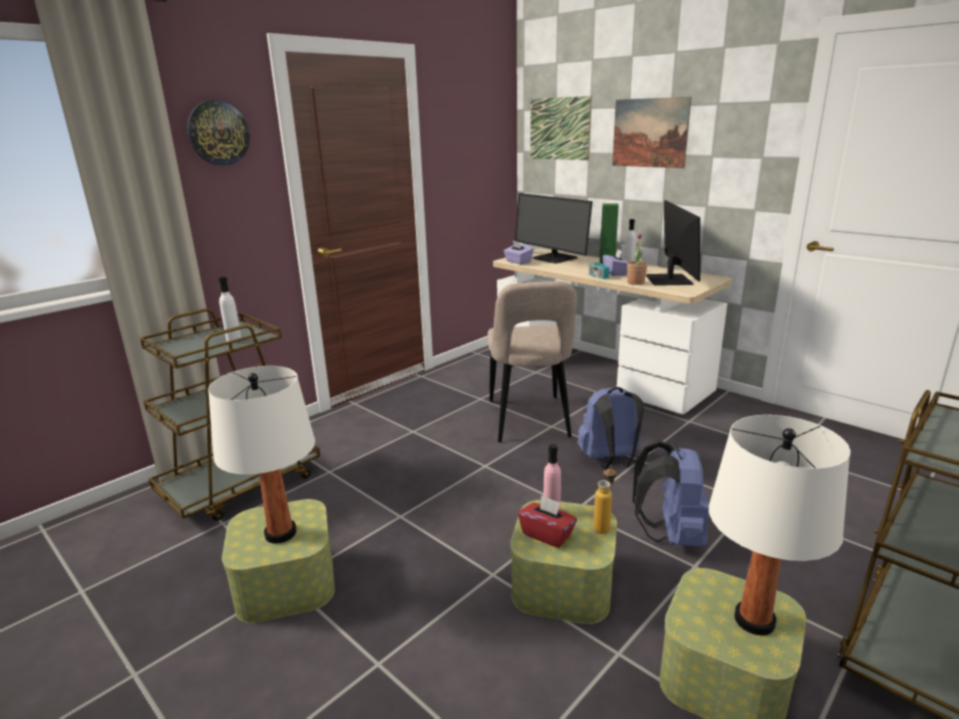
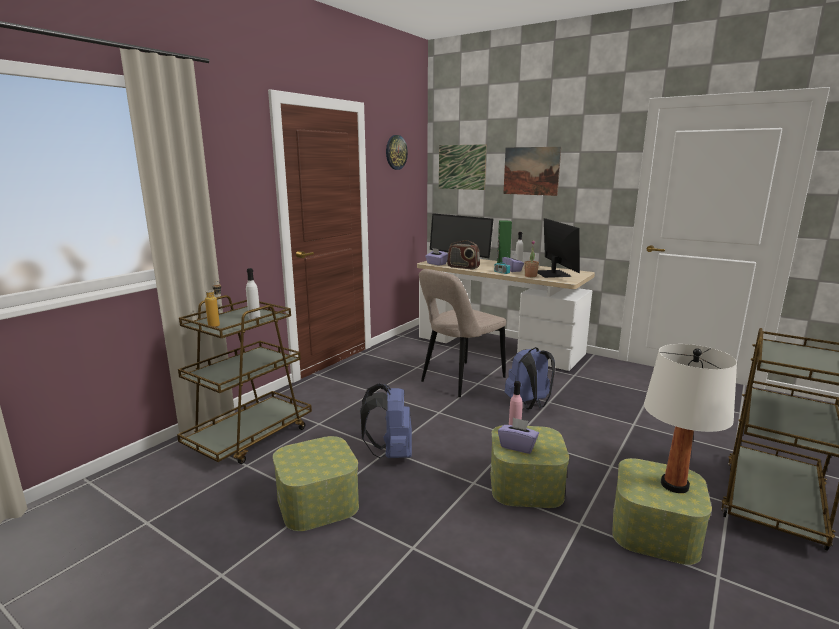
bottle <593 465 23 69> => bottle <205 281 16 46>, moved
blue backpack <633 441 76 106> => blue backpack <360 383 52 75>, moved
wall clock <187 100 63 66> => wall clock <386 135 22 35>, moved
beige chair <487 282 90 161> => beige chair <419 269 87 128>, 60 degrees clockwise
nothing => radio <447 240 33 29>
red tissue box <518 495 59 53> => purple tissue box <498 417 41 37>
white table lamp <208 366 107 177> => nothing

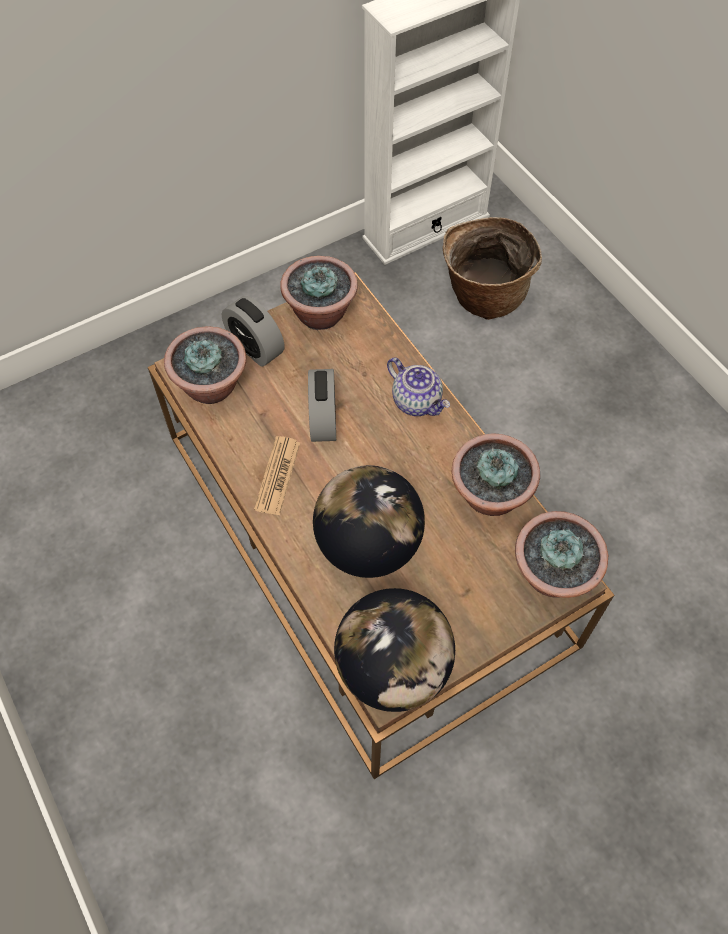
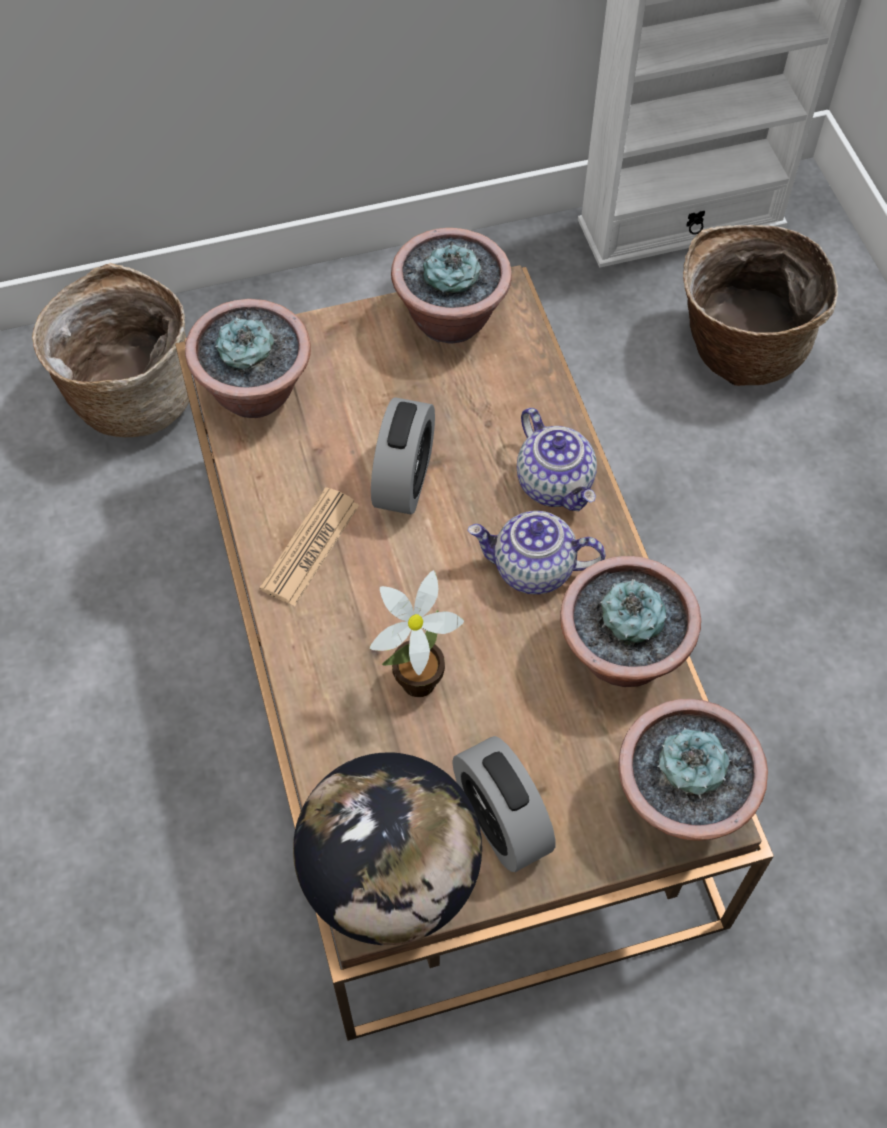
nothing => basket <32 263 157 174>
globe <313 465 112 113> => potted plant <369 570 95 127>
alarm clock <222 296 63 71> => alarm clock <452 736 103 136>, moved
nothing => teapot <467 511 138 83>

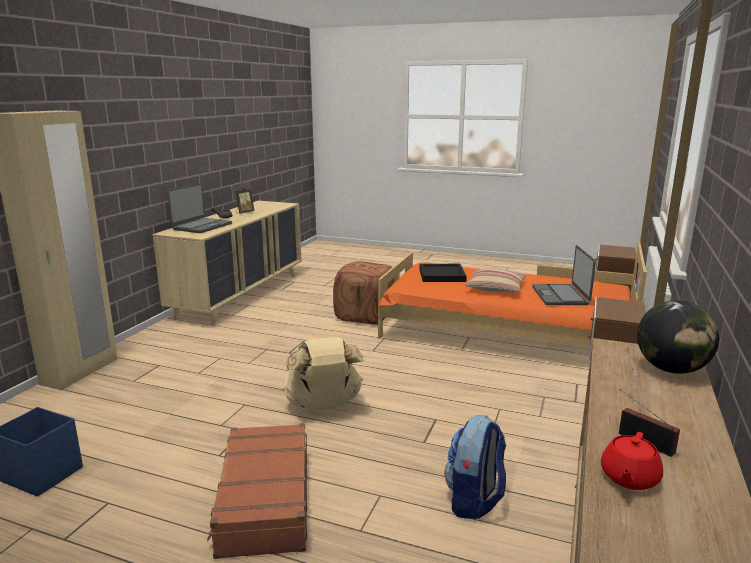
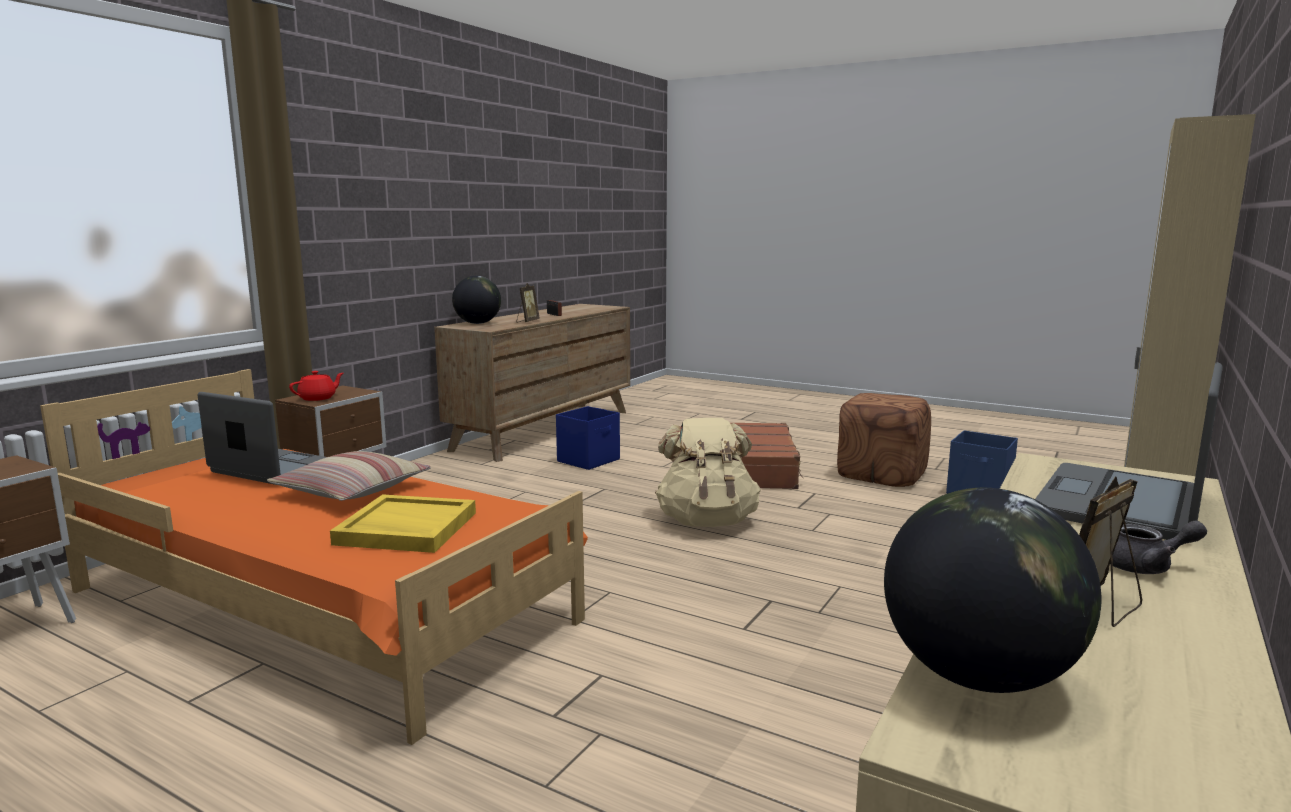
laptop <532 245 64 60> => laptop <198 392 128 93>, 75 degrees counterclockwise
red teapot <601 432 62 58> => red teapot <289 371 54 30>, moved
black tray <419 264 48 18> => yellow tray <330 494 146 59>
nothing => picture frame <516 283 24 40>
backpack <444 415 62 104> => blue storage box <556 406 64 64>
brown ottoman <333 261 61 63> => brown ottoman <837 393 94 94>, moved
nothing => globe <884 488 218 205>

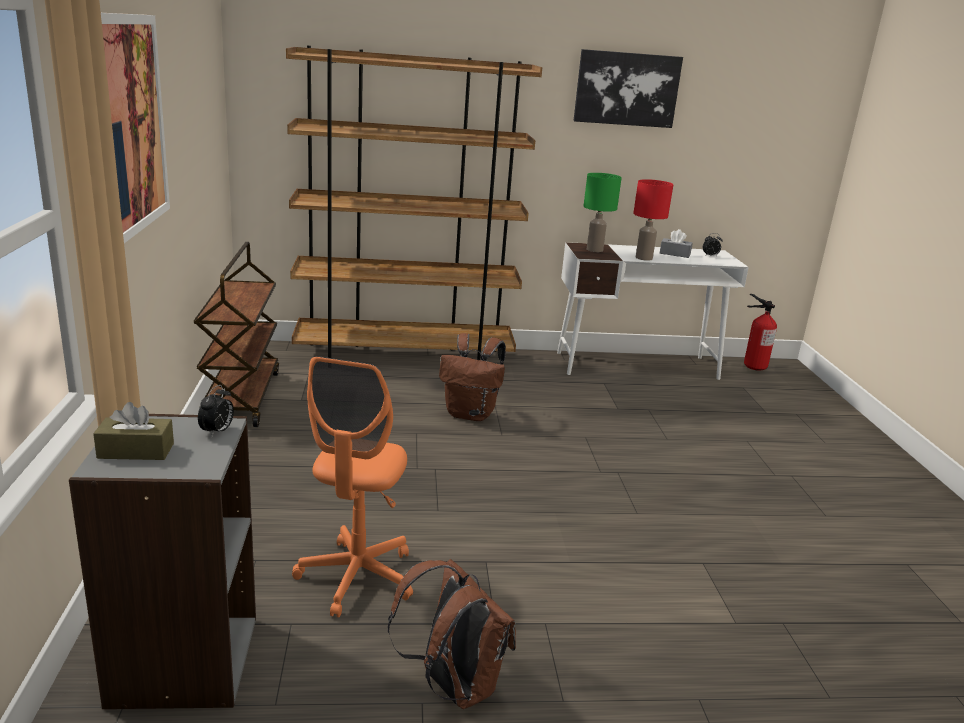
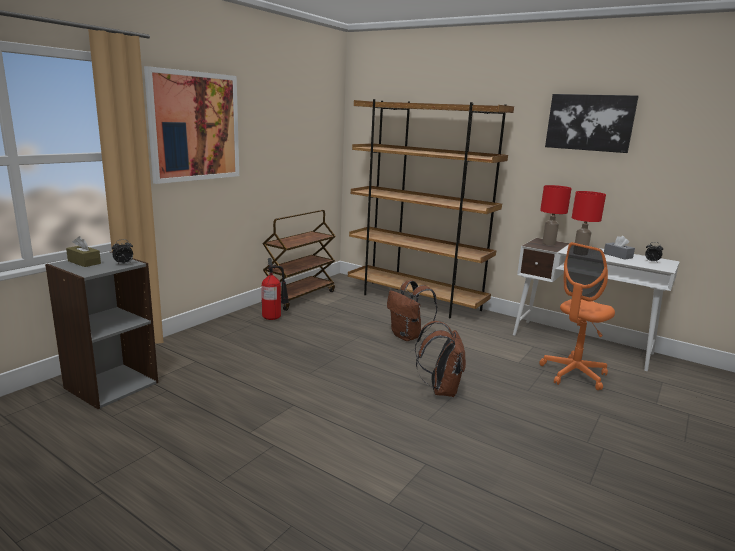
fire extinguisher <744 294 33 77> => fire extinguisher <262 258 27 62>, moved
brown backpack <388 559 128 150> => brown backpack <415 321 51 76>, moved
green table lamp <584 173 38 79> => red table lamp <540 185 32 61>
orange office chair <292 356 121 261> => orange office chair <540 242 75 148>, moved

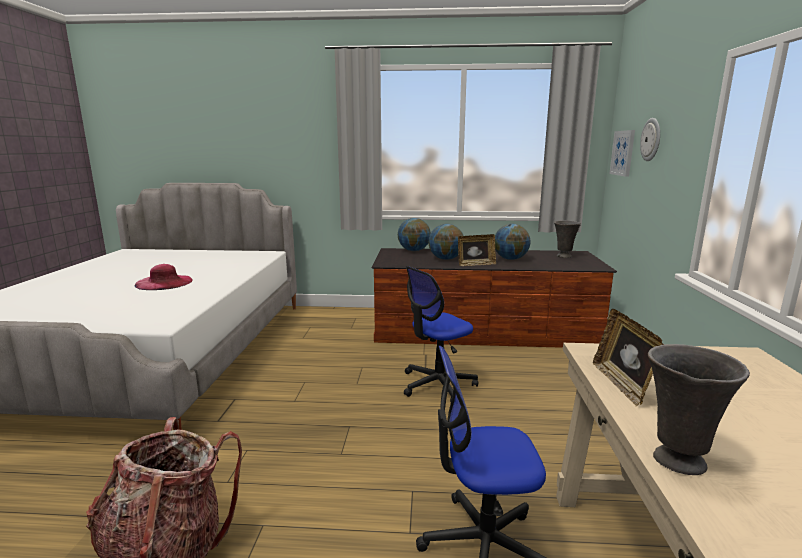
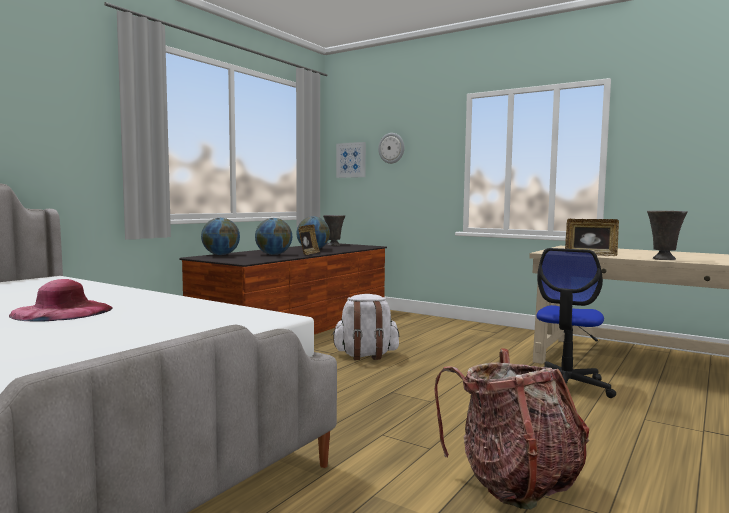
office chair <404 266 74 136> => white backpack <332 294 67 66>

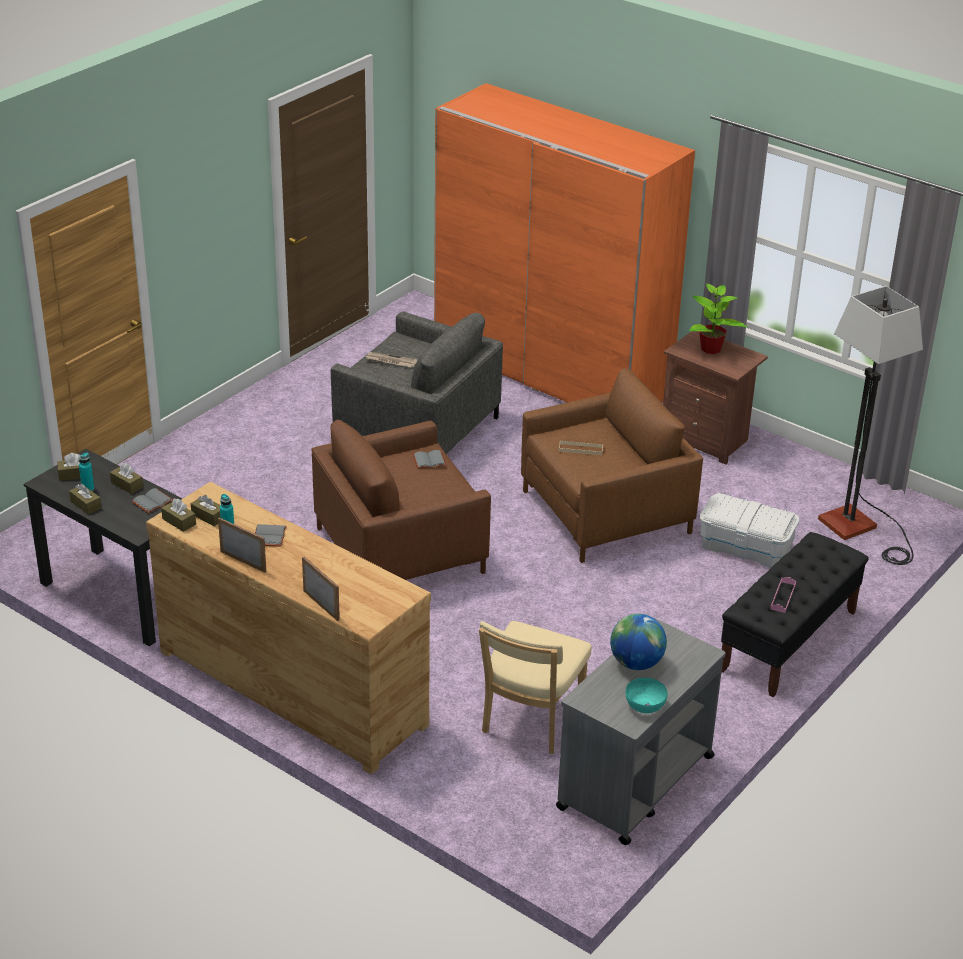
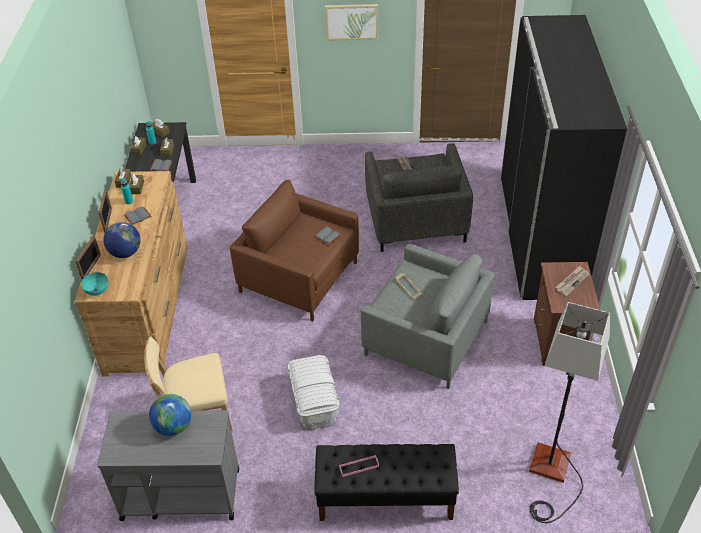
turquoise bowl <626 678 42 35> => turquoise bowl <81 272 28 24>, moved
nothing => globe <103 222 38 36>
white storage box <700 493 100 75> => white storage box <287 355 52 75>, moved
nothing => picture <325 4 53 37>
brown armchair <521 368 182 195> => grey armchair <361 243 134 146>
orange wardrobe <434 83 261 320> => black wardrobe <501 15 126 285>
potted plant <689 283 59 71> => newspaper <556 266 33 30>

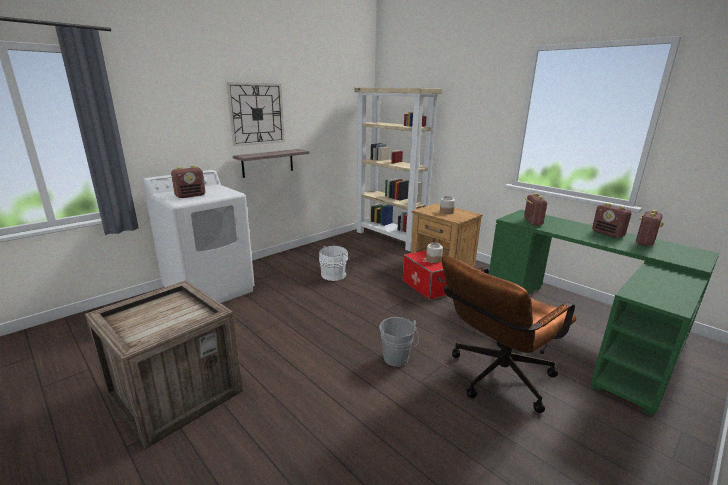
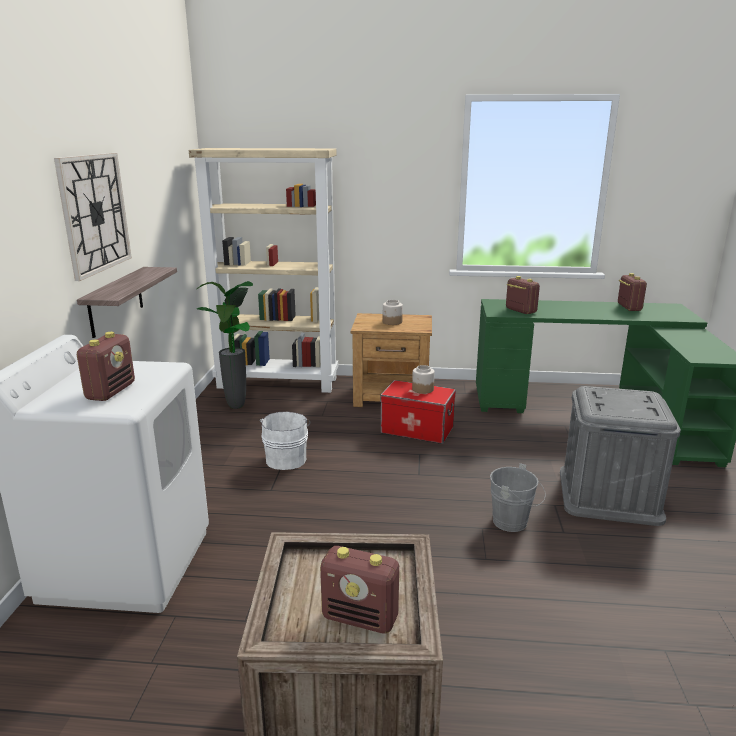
nothing => potted plant <197 281 56 128>
radio <592 203 40 35> => radio <320 546 79 88>, moved
brown office chair <441 256 136 157> => grey storage box <560 386 121 140>

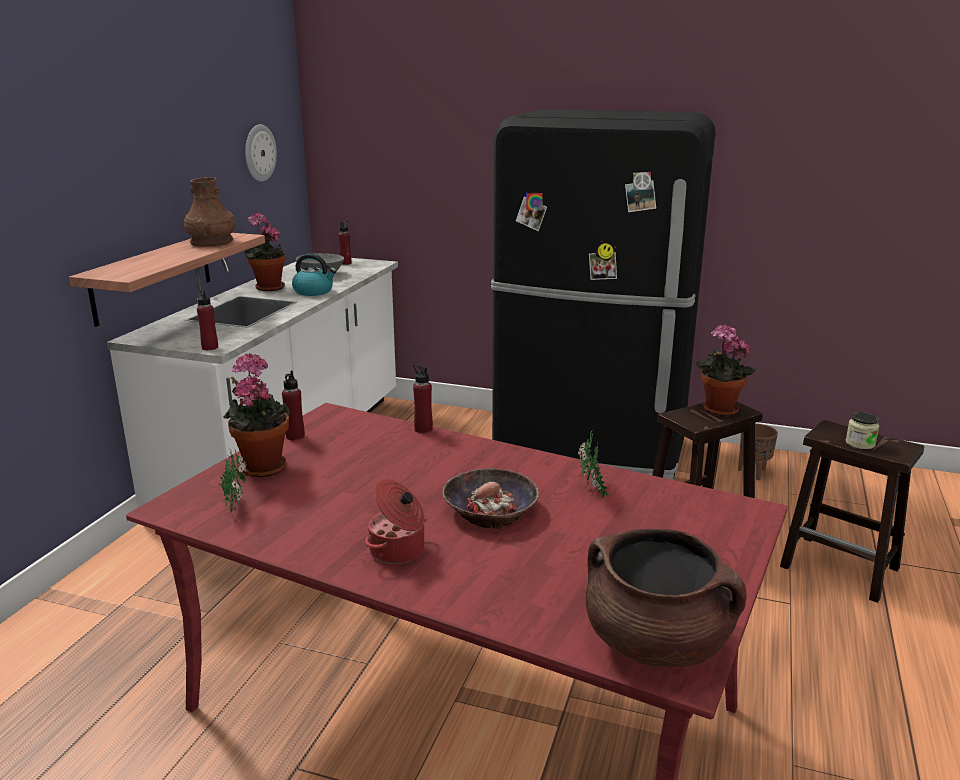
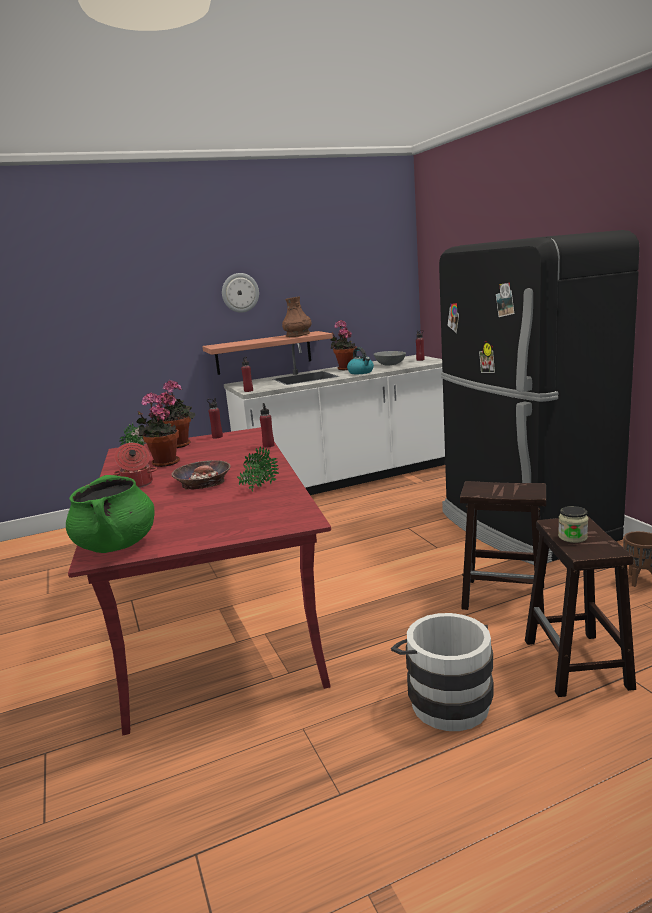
brown cooking pot <585 529 161 138> => green cooking pot <66 475 89 78>
potted plant <696 324 60 92> => potted plant <137 393 43 74>, moved
wall clock <245 124 32 58> => wall clock <222 273 37 40>, moved
nothing => white bucket <391 613 102 118>

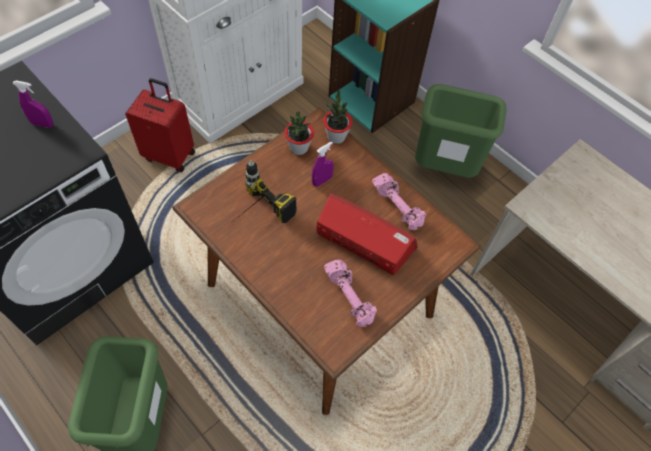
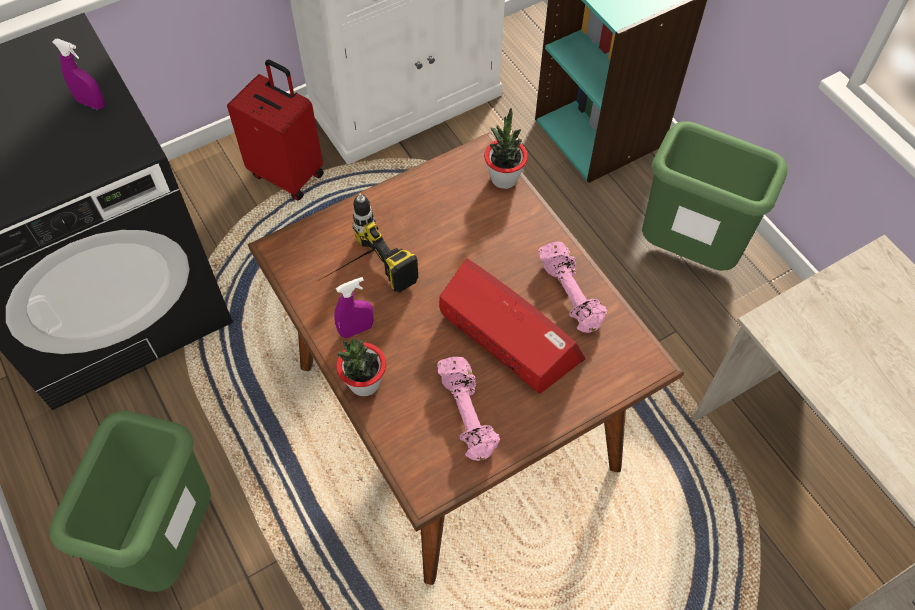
purple spray bottle <312 141 22 46> => purple spray bottle <334 277 40 61>, moved
potted plant <284 111 30 44> => potted plant <336 339 50 57>, moved

